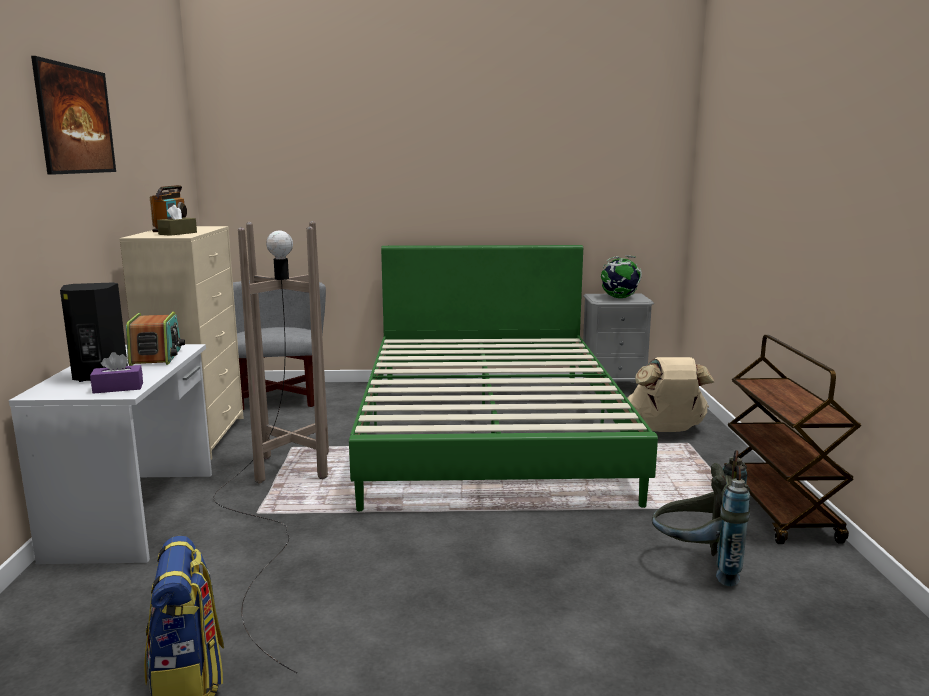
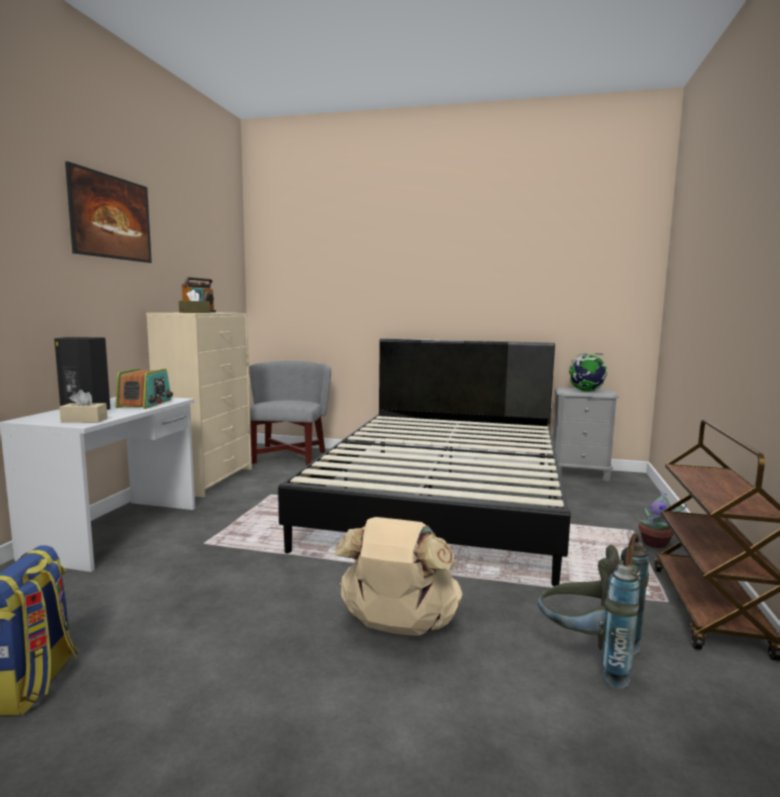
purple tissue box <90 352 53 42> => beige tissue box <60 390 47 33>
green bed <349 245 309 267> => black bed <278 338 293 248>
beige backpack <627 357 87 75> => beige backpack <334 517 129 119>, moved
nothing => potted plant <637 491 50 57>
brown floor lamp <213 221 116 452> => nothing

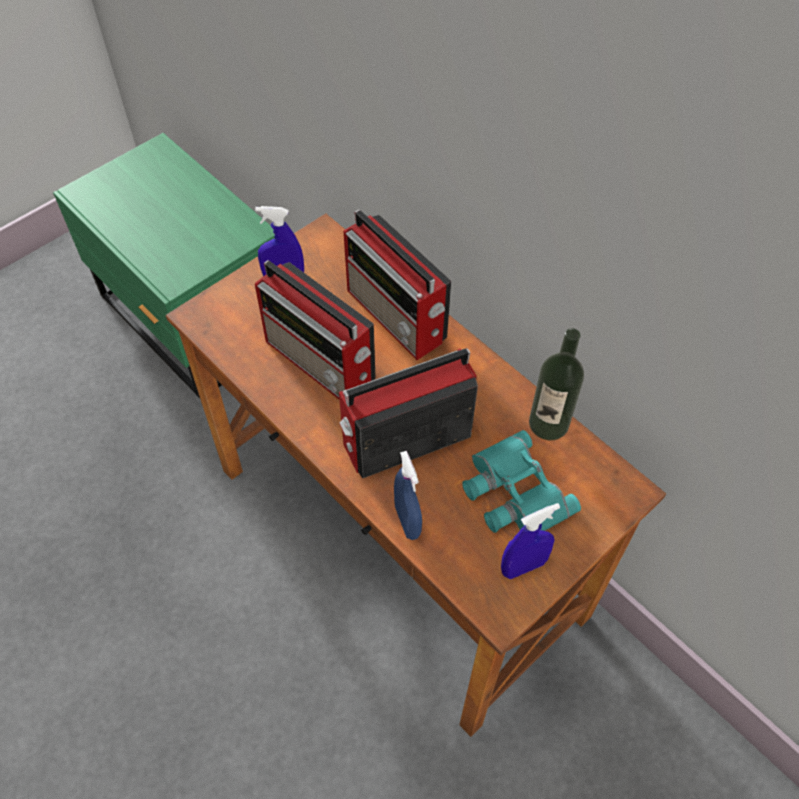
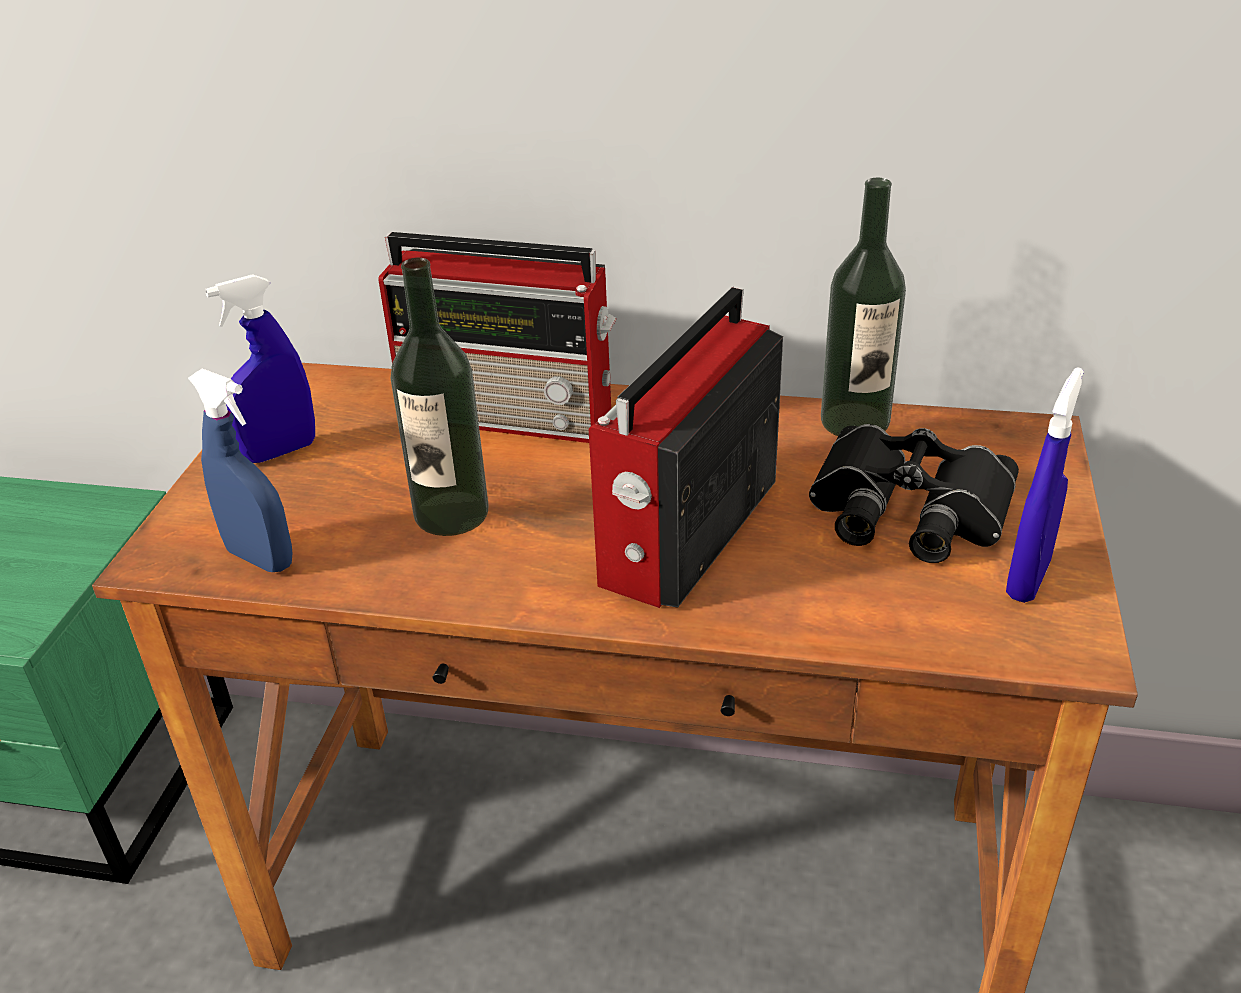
blue spray bottle <394 451 28 89> => blue spray bottle <188 369 104 203>, moved
radio <255 260 121 139> => bottle <391 258 98 278>
turquoise binoculars <462 430 119 103> => black binoculars <809 424 210 139>

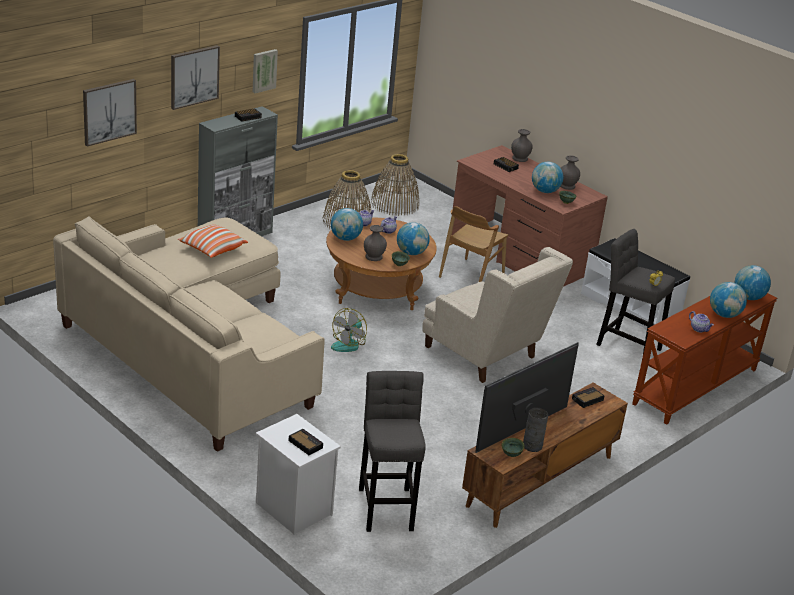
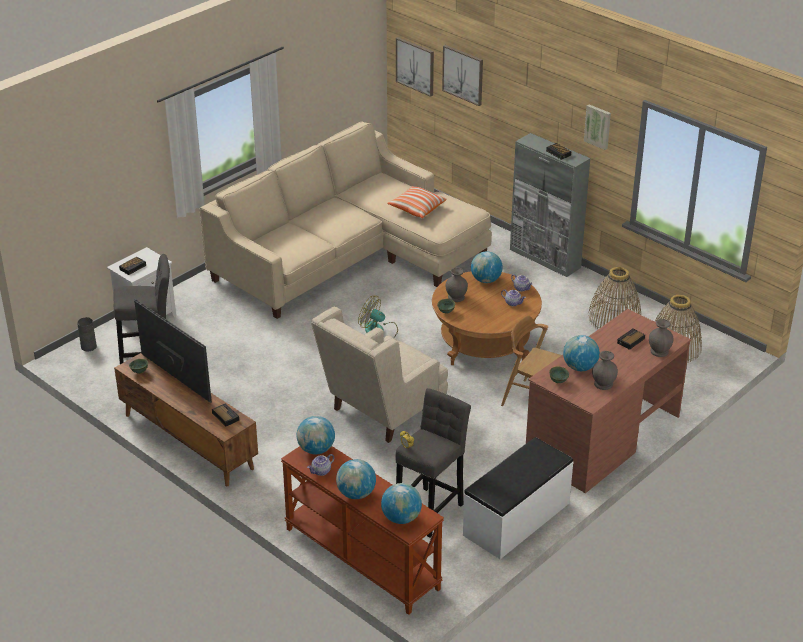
grey vase <523 407 25 45> => grey vase <77 317 20 35>, moved
globe <397 222 33 33> => globe <297 416 38 38>, moved
picture <171 45 49 65> => picture <396 37 38 60>, moved

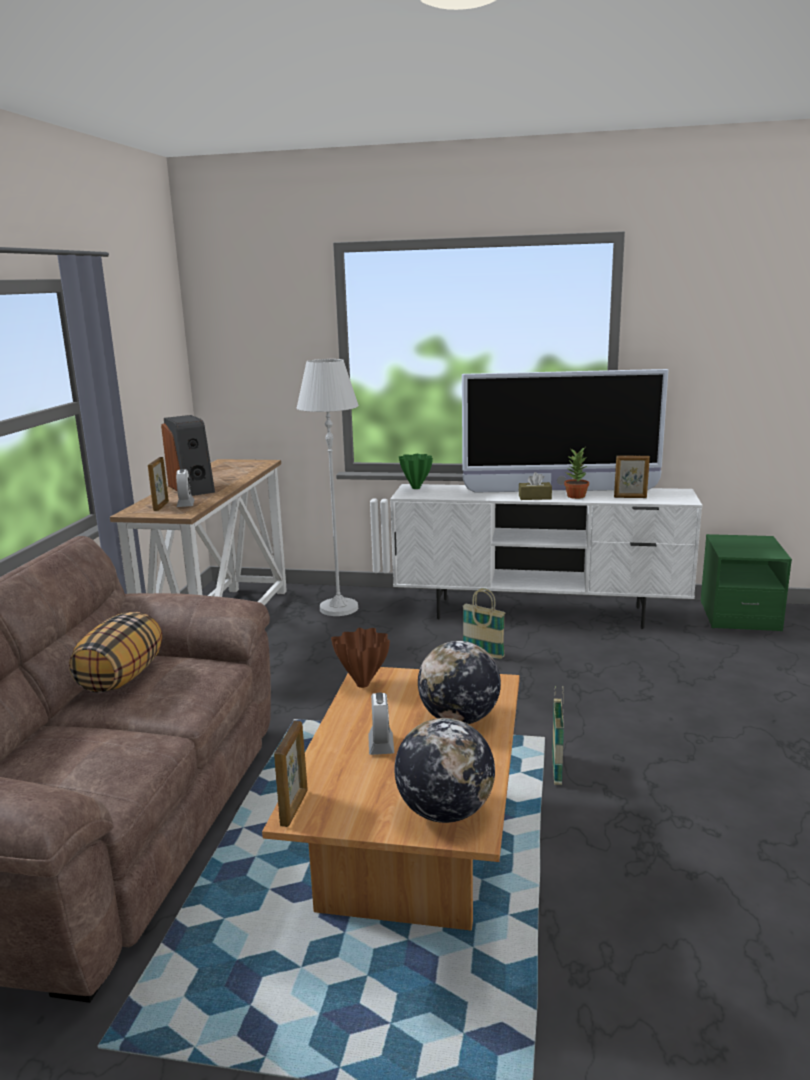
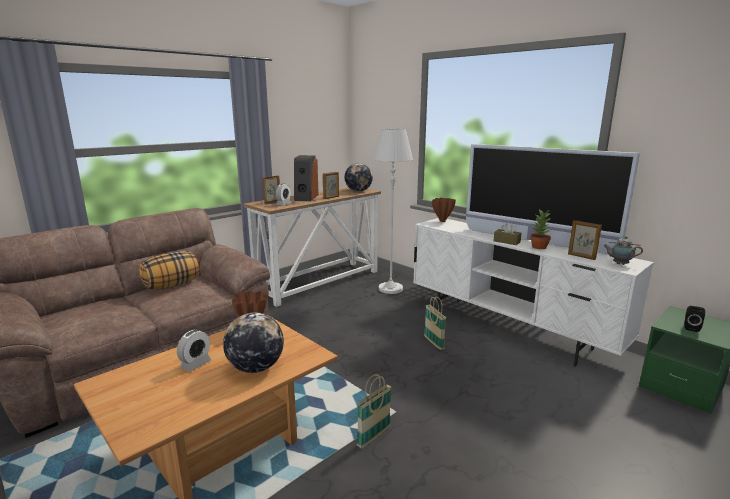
picture frame <274 721 34 106> => picture frame <323 172 16 27>, moved
globe <394 718 101 105> => globe <345 163 28 29>, moved
green vase <399 454 34 35> => brown vase <432 198 24 24>
nothing => teapot <603 236 40 29>
nothing => black speaker <684 306 21 26>

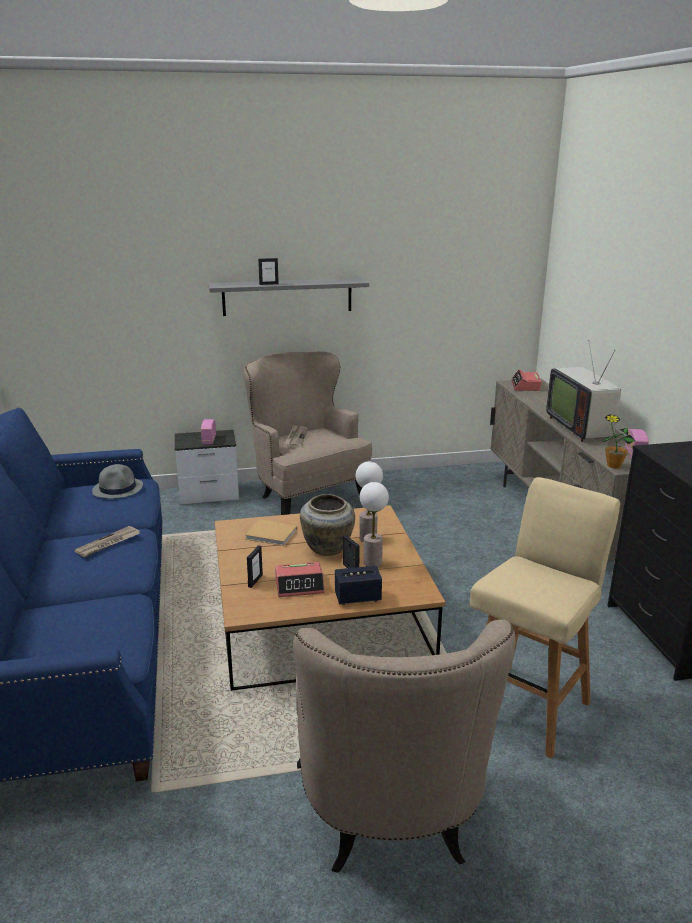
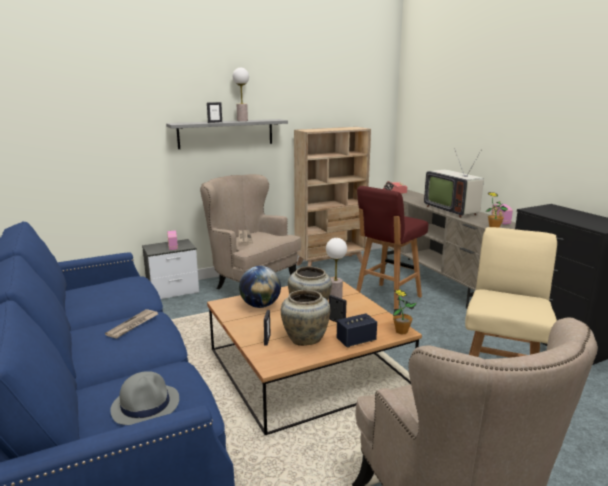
grey hat <92 464 51 35> => grey hat <110 371 69 54>, moved
table lamp <360 482 29 85> => table lamp <233 68 16 53>, moved
beige book <245 519 52 27> => globe <239 266 42 42>
alarm clock <275 562 50 35> => beige vase <281 290 49 56>
nothing => beige bookcase <294 127 77 139>
nothing => red stool <356 186 72 123>
nothing => potted plant <393 289 24 46>

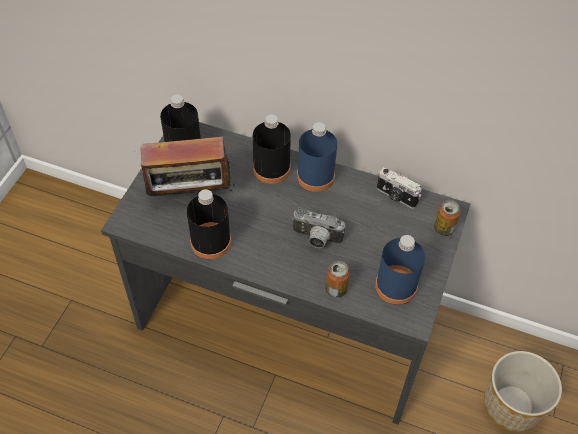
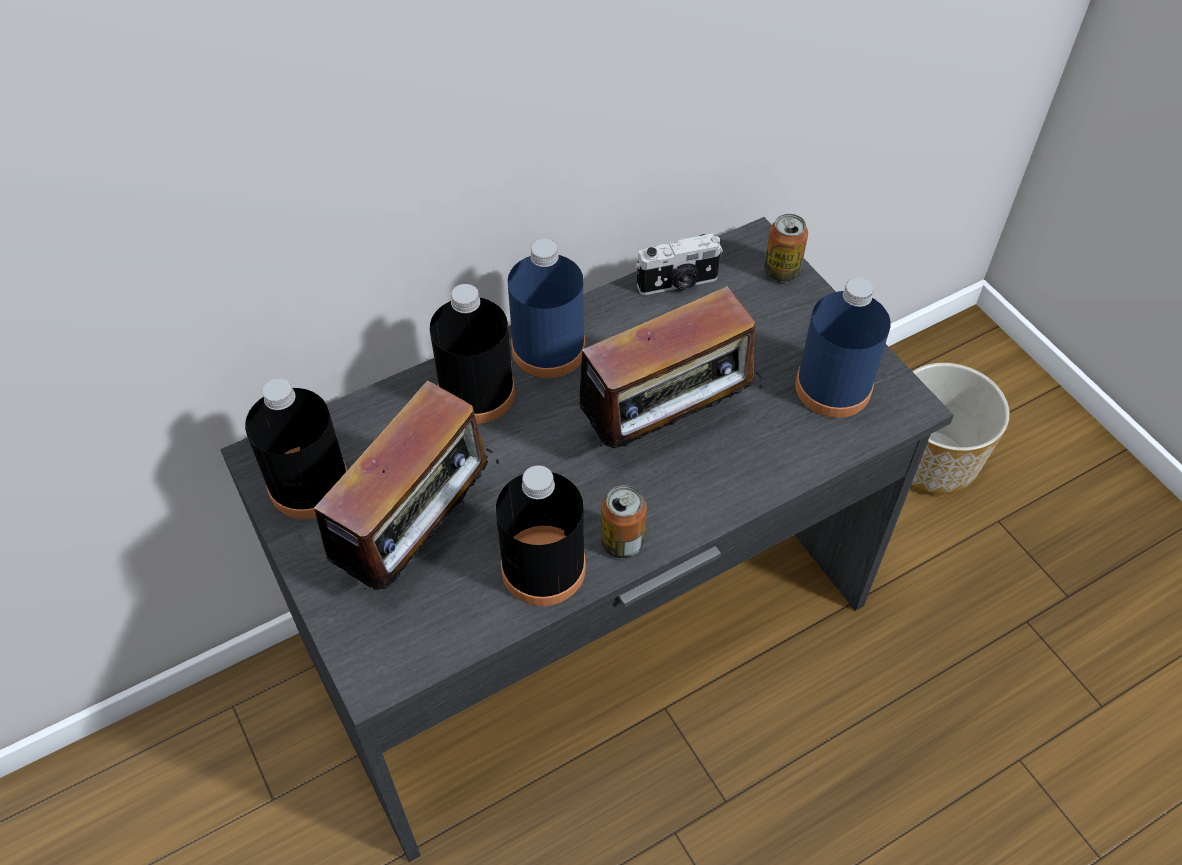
photo camera <292 208 53 40> => radio <562 286 200 162>
can <325 261 25 36> => can <601 485 46 73>, moved

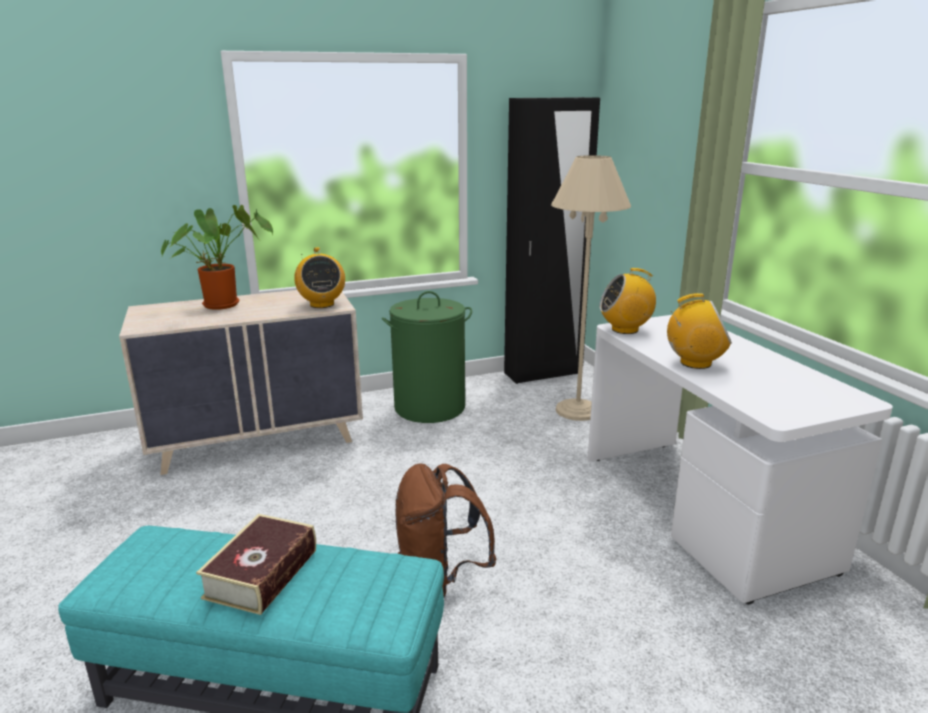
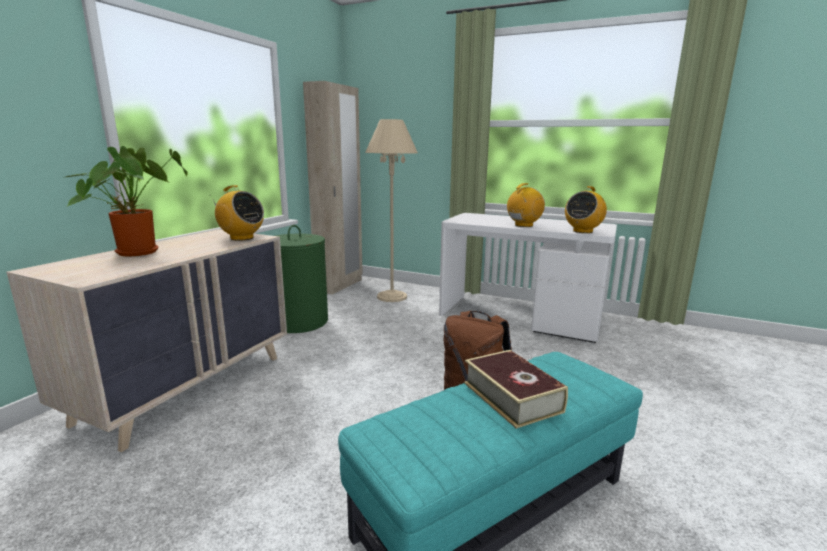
black wardrobe <504 97 96 287> => beige wardrobe <303 81 60 214>
radio <599 268 57 66> => radio <565 186 42 47>, moved

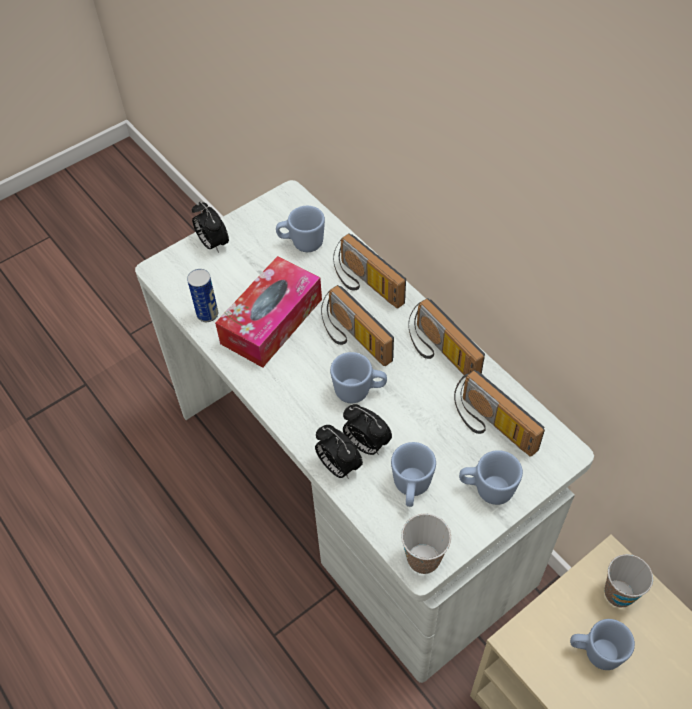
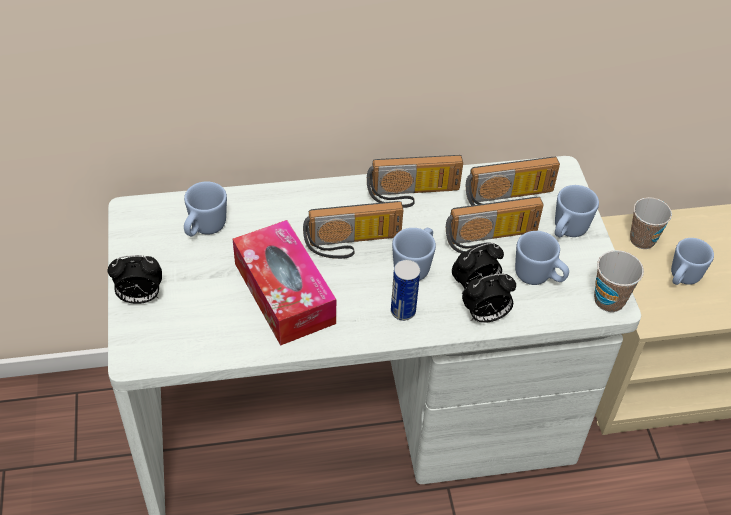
can <187 269 31 53> => can <391 259 29 62>, moved
radio <333 233 73 75> => radio <446 197 98 56>, moved

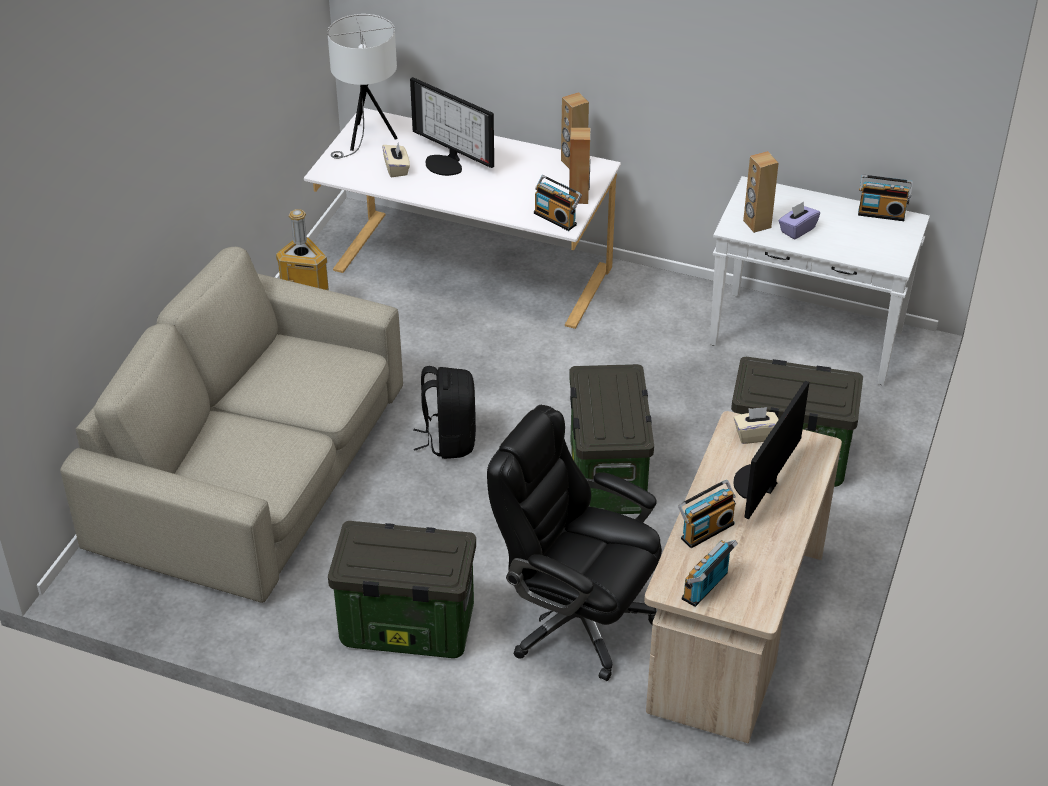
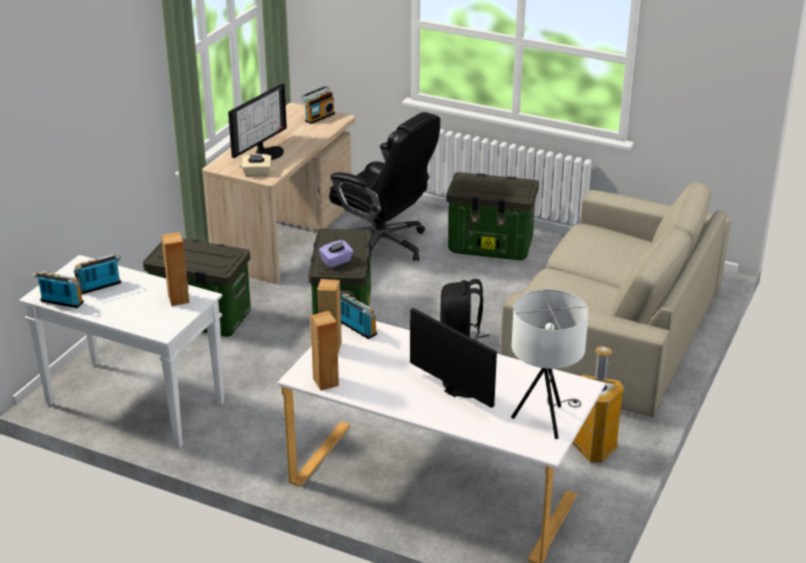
radio <678 480 58 68> => radio <74 255 47 39>, moved
purple tissue box <778 202 42 37> => purple tissue box <319 240 35 28>, moved
beige tissue box <382 141 28 36> => nothing

